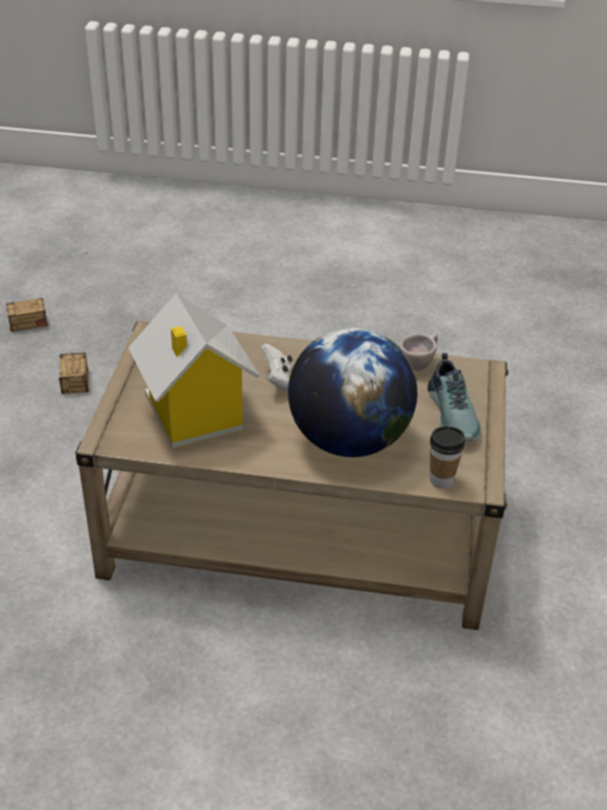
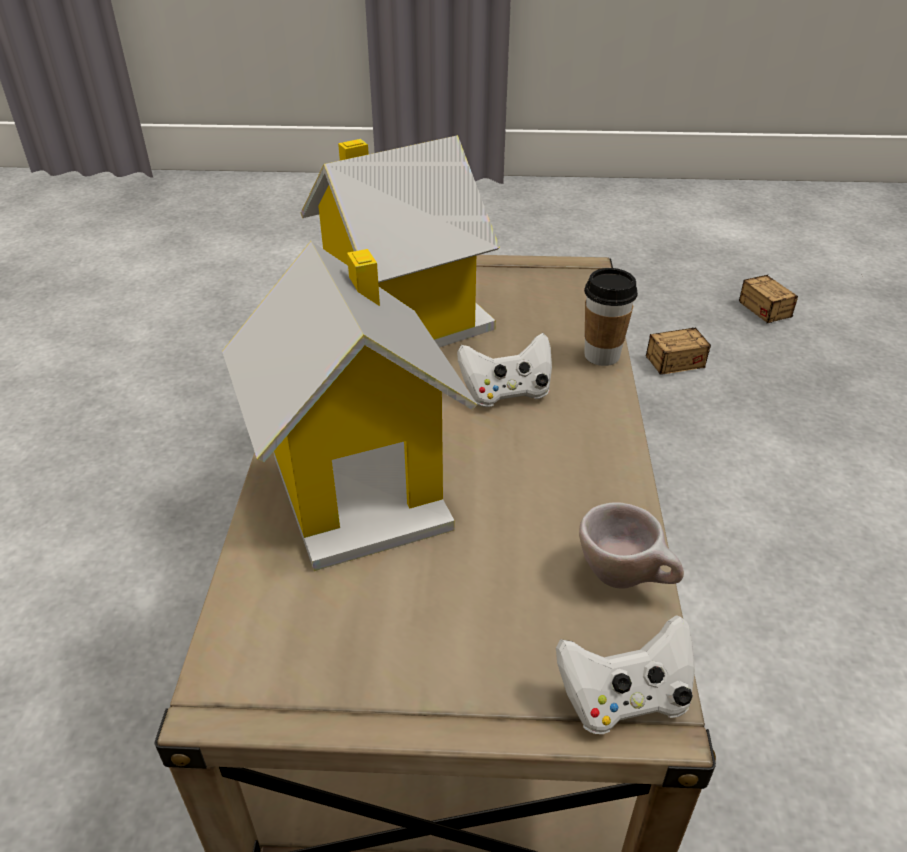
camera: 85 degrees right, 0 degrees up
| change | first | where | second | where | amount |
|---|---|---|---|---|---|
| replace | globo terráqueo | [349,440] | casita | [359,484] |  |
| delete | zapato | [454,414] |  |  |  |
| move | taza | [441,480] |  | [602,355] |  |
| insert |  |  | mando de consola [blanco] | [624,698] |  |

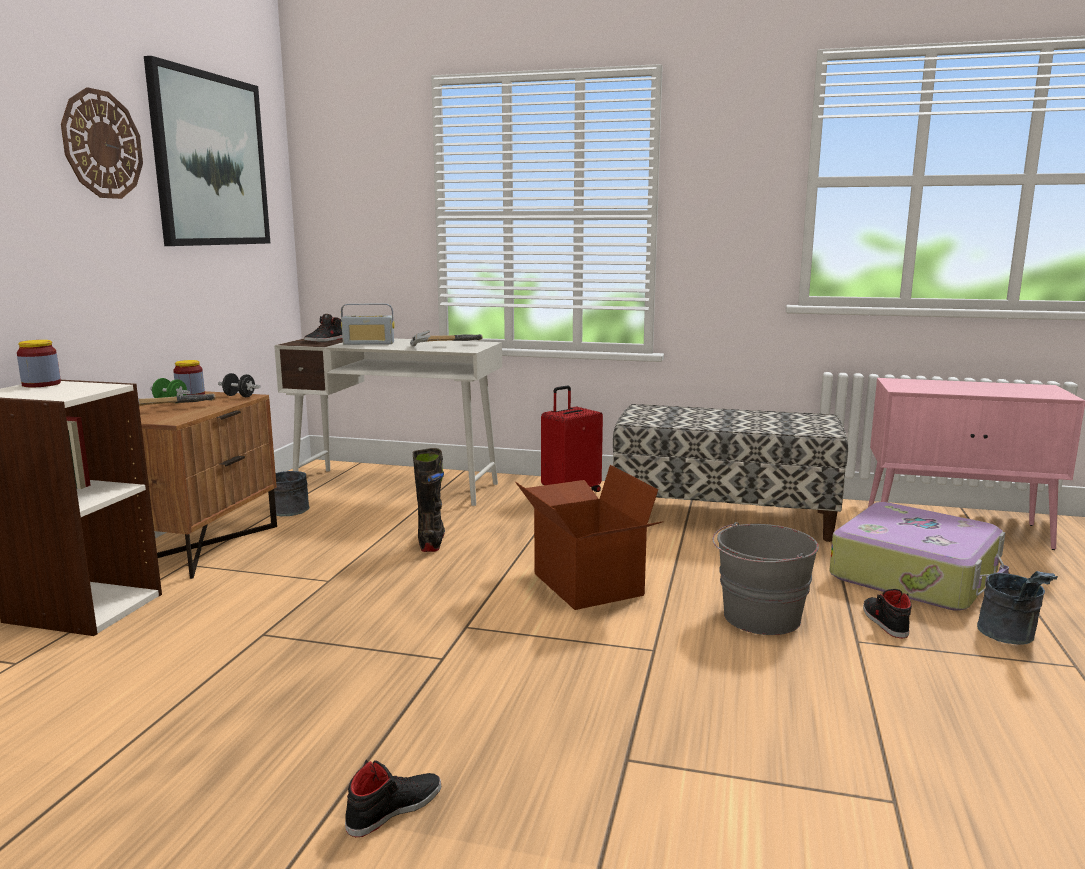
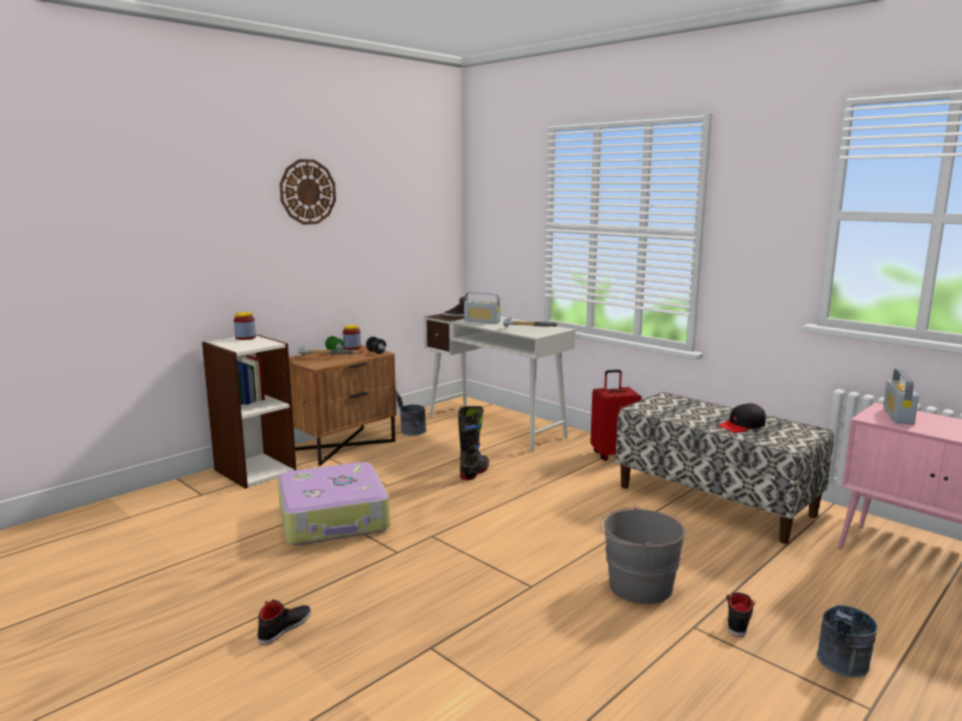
camera: 30 degrees right, 0 degrees up
| change | first | where | second | where | amount |
|---|---|---|---|---|---|
| delete | cuadro | [210,160] |  |  |  |
| rotate | zapato [negro] | [394,808] |  | [284,627] | 45 degrees counterclockwise |
| delete | caja de cartón | [585,584] |  |  |  |
| move | maleta | [916,575] |  | [334,518] |  |
| insert |  |  | gorra [negro] | [742,426] |  |
| insert |  |  | radio | [898,415] |  |

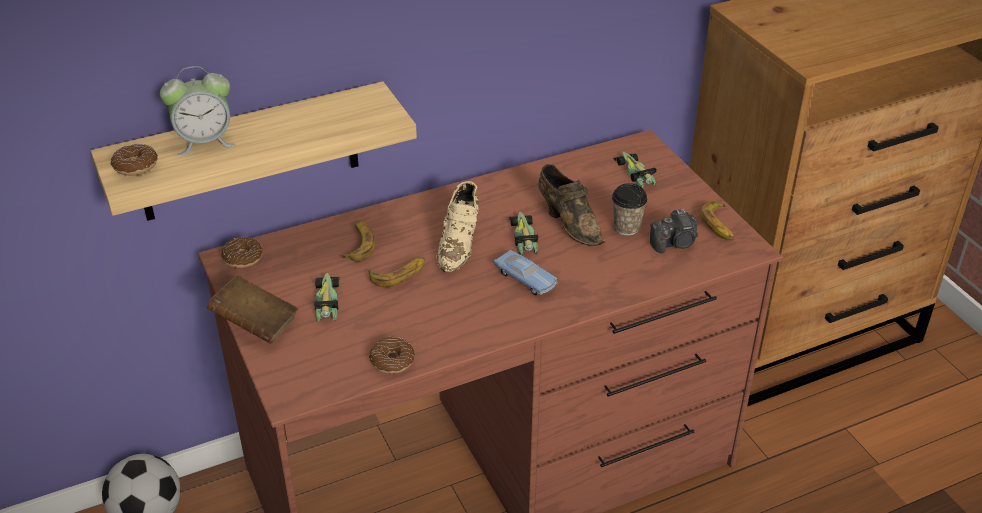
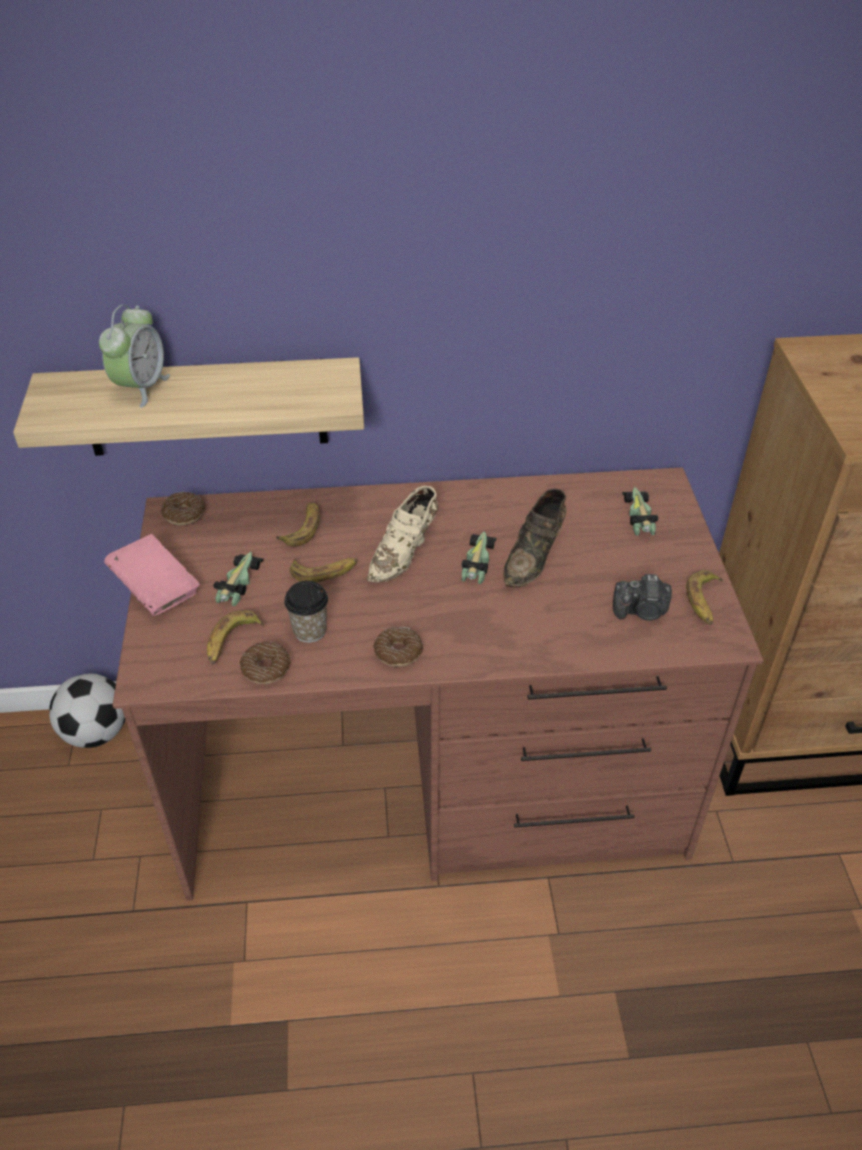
camera: 20 degrees right, 5 degrees up
| change | first | where | second | where | amount |
|---|---|---|---|---|---|
| move | rosquilla | [136,166] |  | [398,652] |  |
| rotate | despertador | [205,142] |  | [141,388] | 75 degrees counterclockwise |
| recolor | libro [marrón] | [255,324] | libro [rosa] | [156,590] |  |
| delete | coche de juguete [azul] | [525,279] |  |  |  |
| rotate | zapato [marrón] | [569,222] |  | [535,556] | 45 degrees clockwise |
| move | taza | [626,227] |  | [310,631] |  |
| insert |  |  | plátano | [232,642] |  |

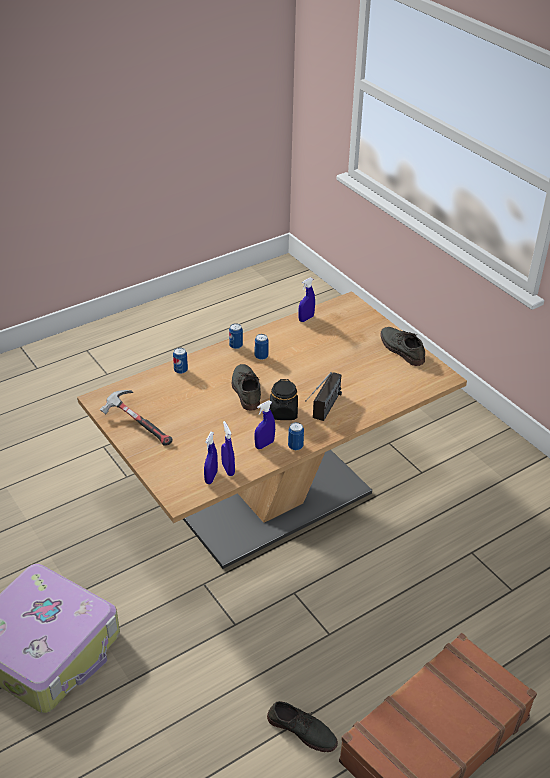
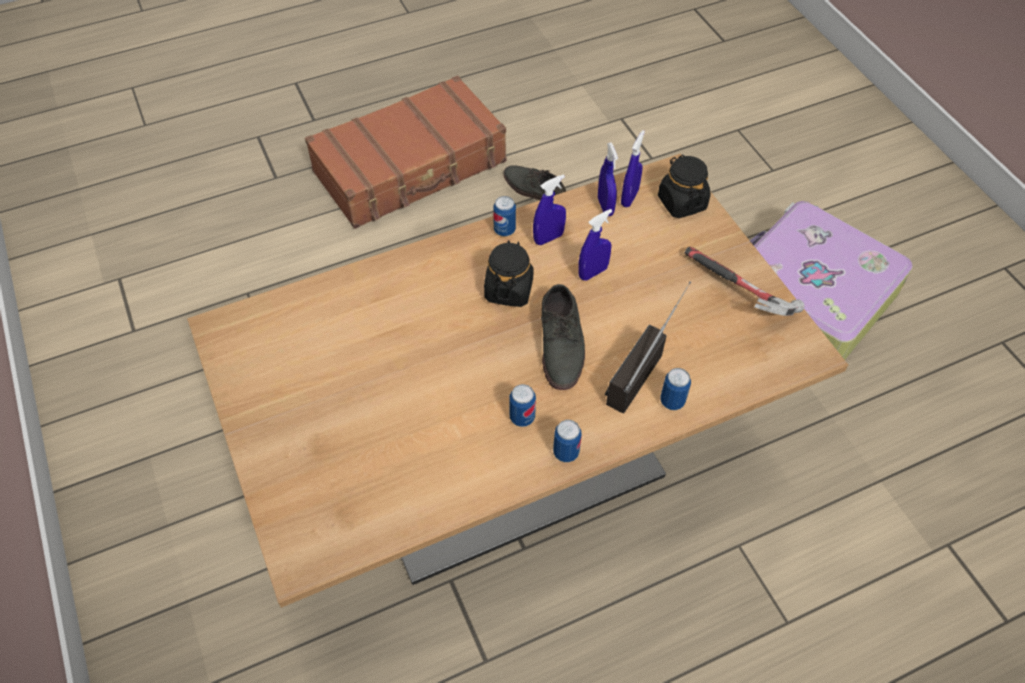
camera: 170 degrees left, 15 degrees up
| change | first | where | second | where | amount |
|---|---|---|---|---|---|
| move | pulverizador [azul] | [306,318] |  | [593,272] |  |
| move | radio | [323,413] |  | [642,363] |  |
| delete | zapato [gris] | [401,349] |  |  |  |
| insert |  |  | tarro [negro] | [681,202] |  |

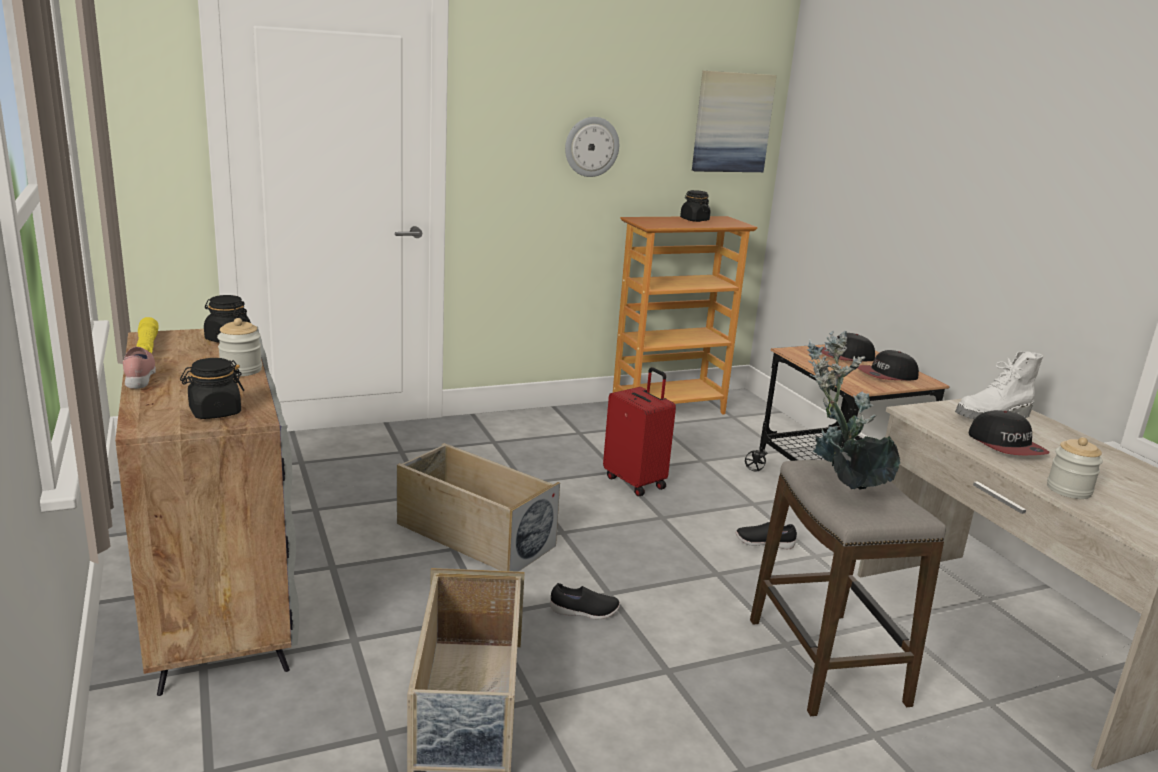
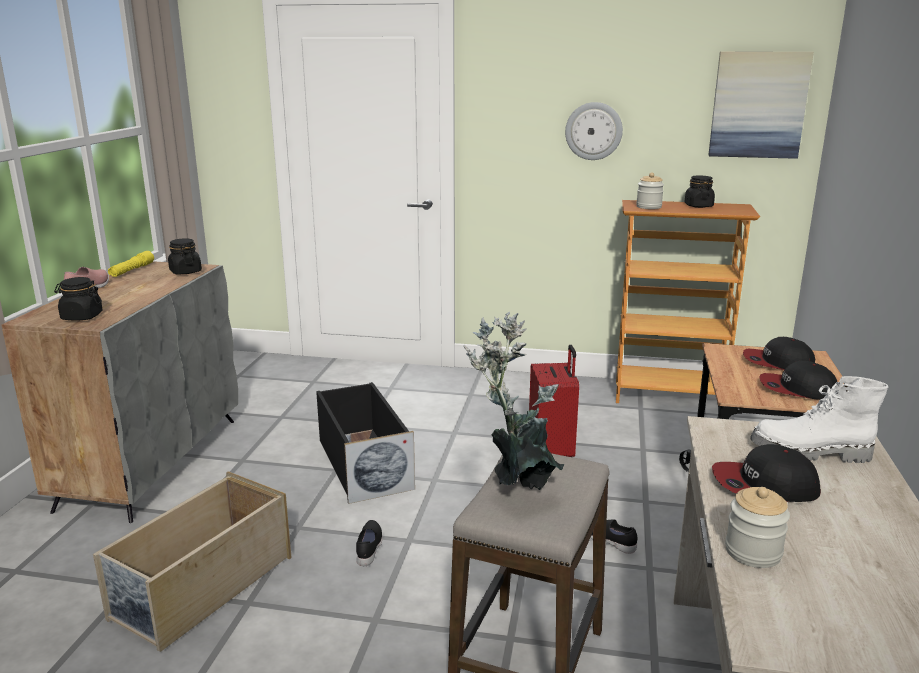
camera: 35 degrees right, 0 degrees up
| change | first | where | second | where | amount |
|---|---|---|---|---|---|
| move | tarro | [241,370] |  | [648,207] |  |
| recolor | caja de almacenaje [beis] | [473,535] | caja de almacenaje [negro] | [363,464] |  |
| rotate | zapato [negro] | [584,612] |  | [369,549] | 120 degrees counterclockwise |
| rotate | gorra | [1006,446] |  | [764,486] | 75 degrees clockwise |

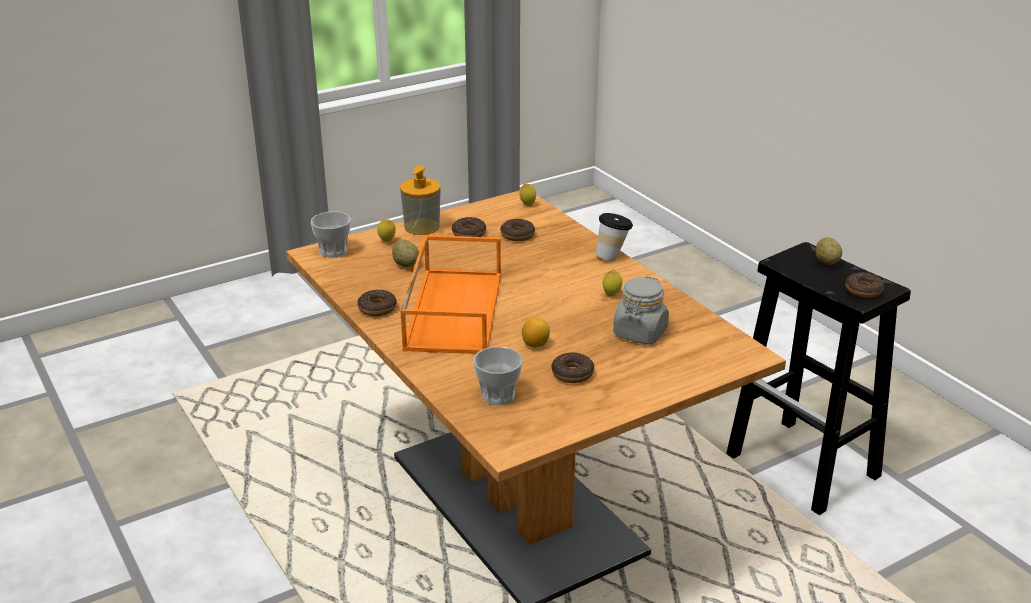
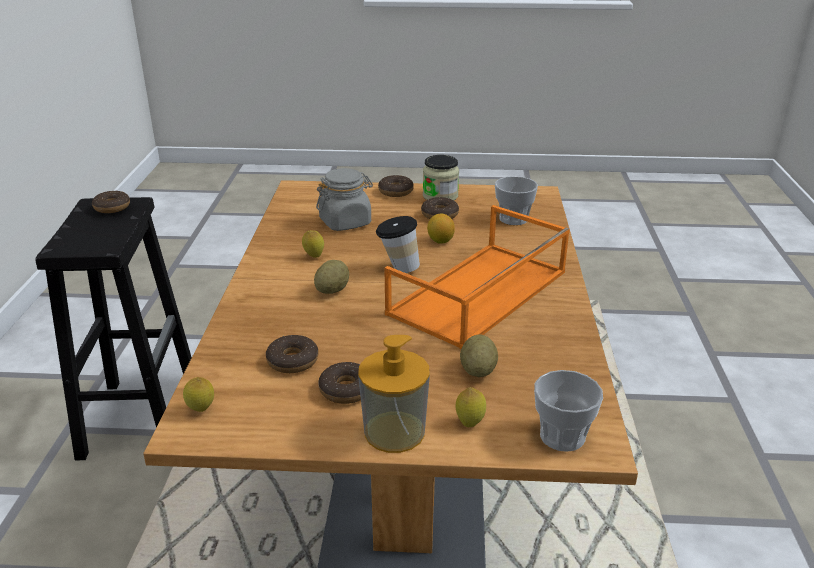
camera: 145 degrees left, 0 degrees up
| change | first | where | second | where | amount |
|---|---|---|---|---|---|
| move | rosquilla | [377,308] |  | [395,191] |  |
| move | taza | [613,256] |  | [398,269] |  |
| move | patata | [826,262] |  | [332,290] |  |
| insert |  |  | tarro | [440,196] |  |

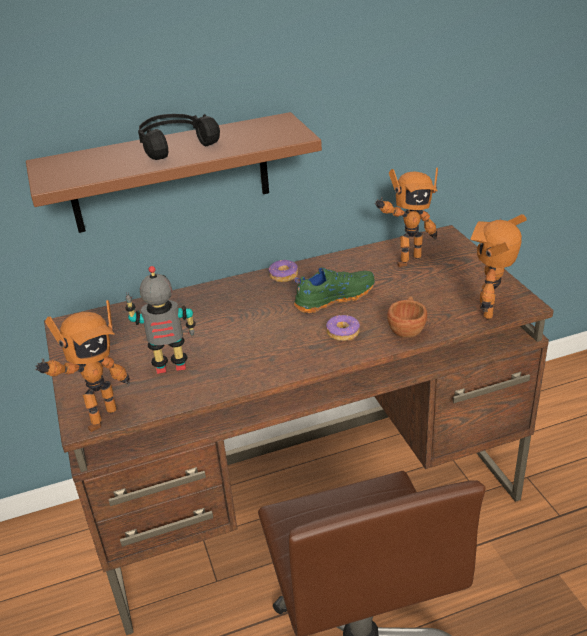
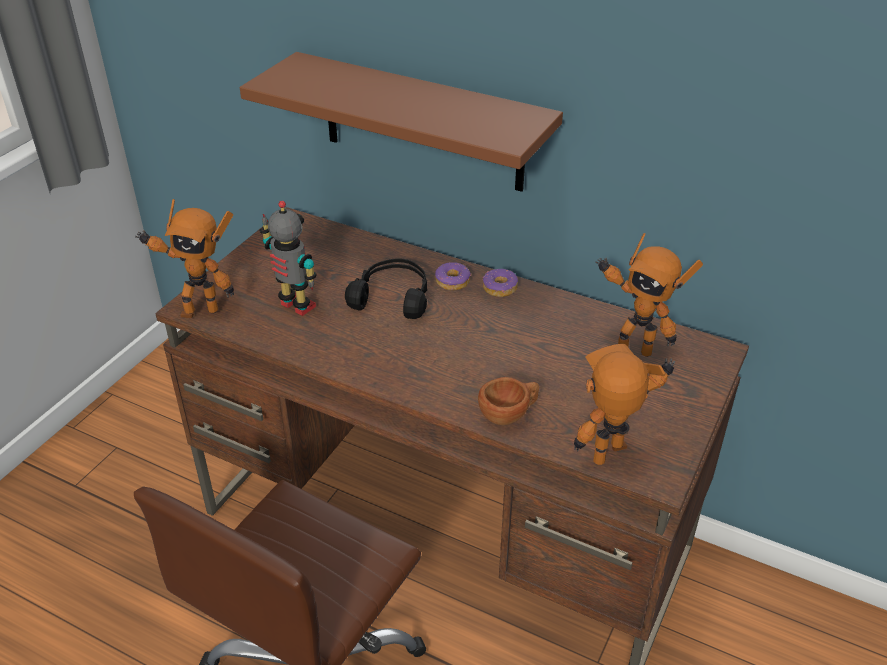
camera: 45 degrees right, 5 degrees up
| change | first | where | second | where | amount |
|---|---|---|---|---|---|
| move | auriculares [negro] | [174,145] |  | [393,297] |  |
| delete | zapato [verde] | [334,298] |  |  |  |
| move | rosquilla | [343,333] |  | [453,282] |  |

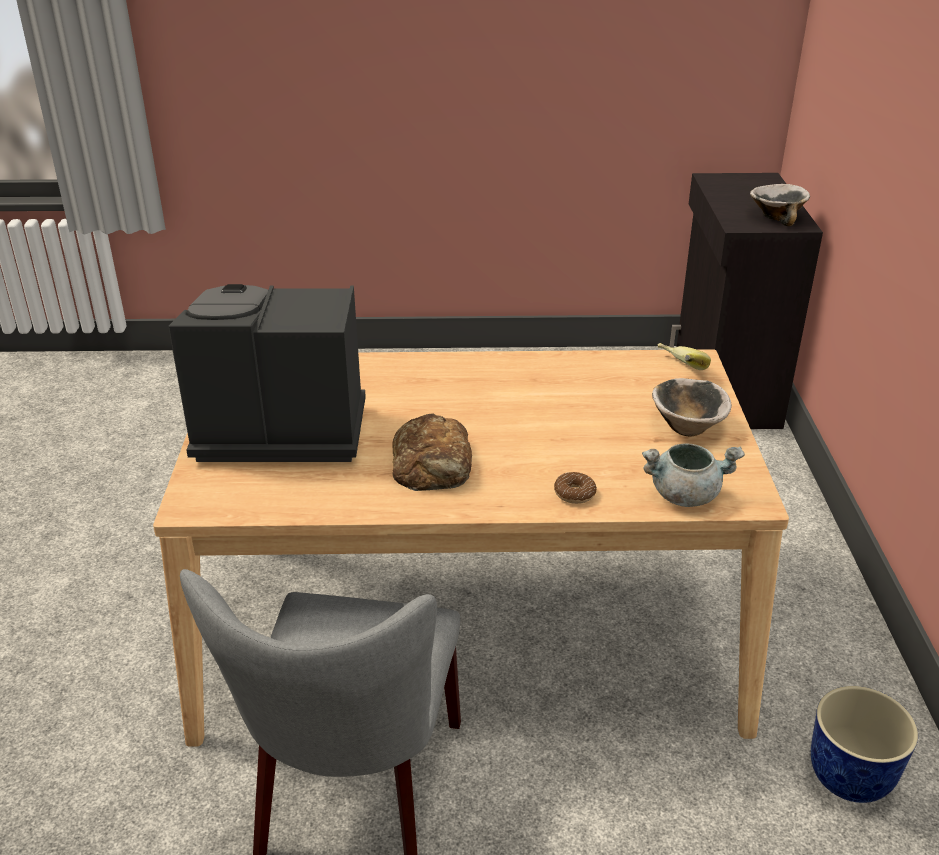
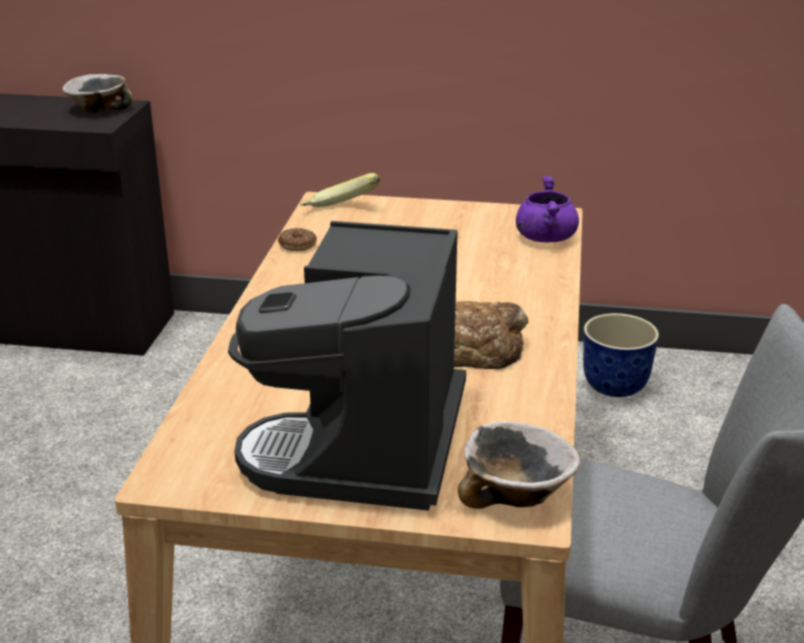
camera: 80 degrees left, 5 degrees down
| change | first | where | second | where | amount |
|---|---|---|---|---|---|
| move | rosquilla | [574,493] |  | [297,245] |  |
| recolor | olla [gris] | [685,494] | olla [morado] | [545,237] |  |
| move | cuenco | [687,426] |  | [517,493] |  |

